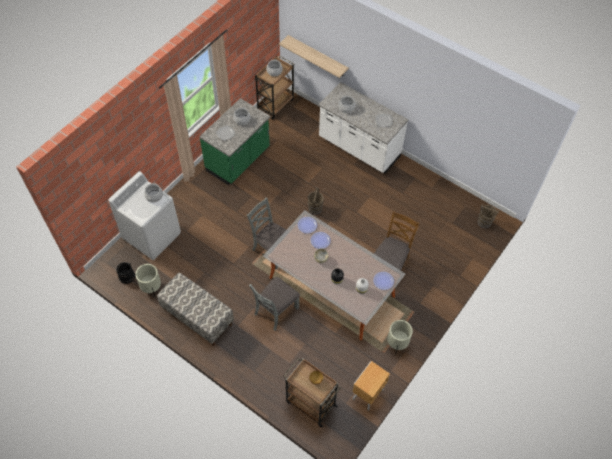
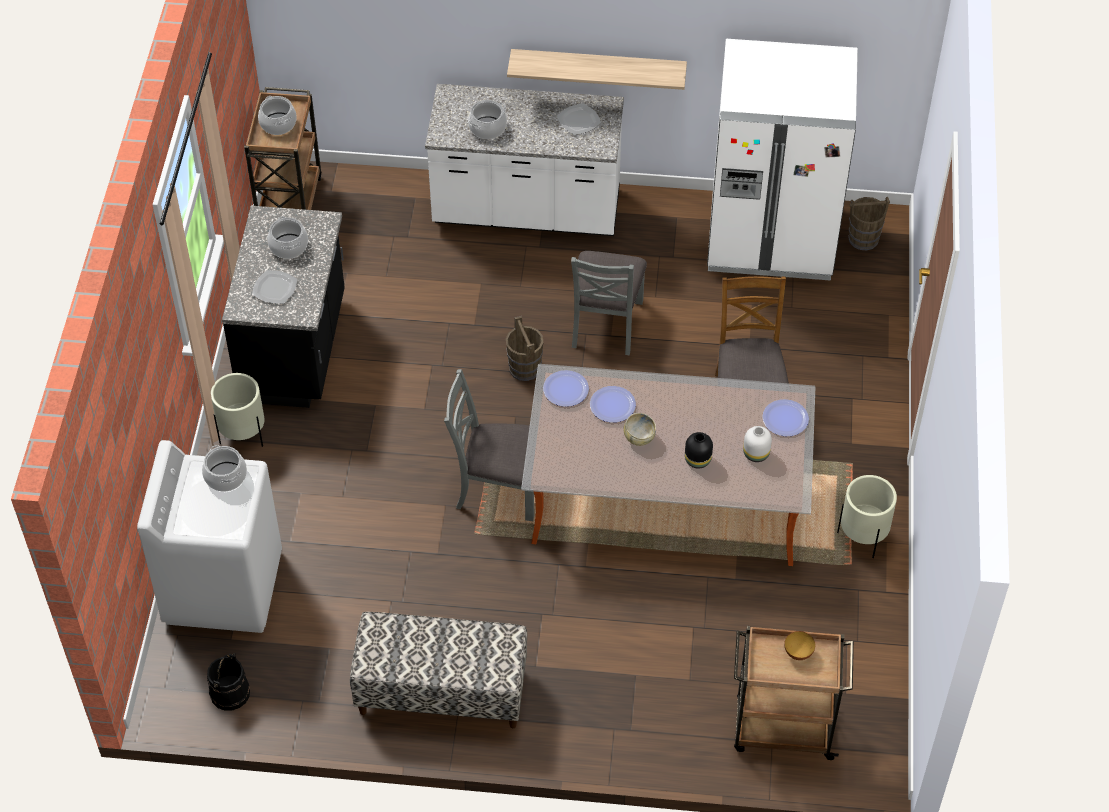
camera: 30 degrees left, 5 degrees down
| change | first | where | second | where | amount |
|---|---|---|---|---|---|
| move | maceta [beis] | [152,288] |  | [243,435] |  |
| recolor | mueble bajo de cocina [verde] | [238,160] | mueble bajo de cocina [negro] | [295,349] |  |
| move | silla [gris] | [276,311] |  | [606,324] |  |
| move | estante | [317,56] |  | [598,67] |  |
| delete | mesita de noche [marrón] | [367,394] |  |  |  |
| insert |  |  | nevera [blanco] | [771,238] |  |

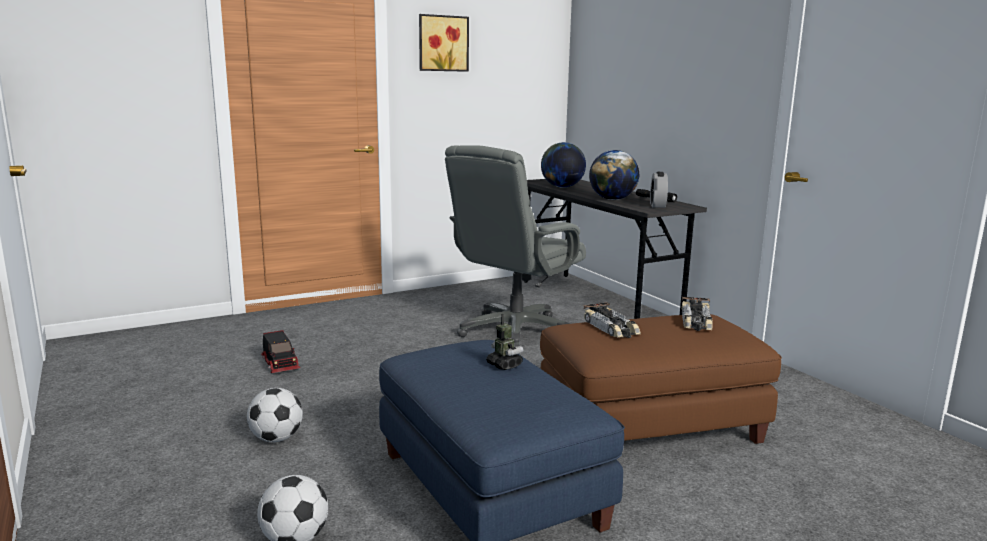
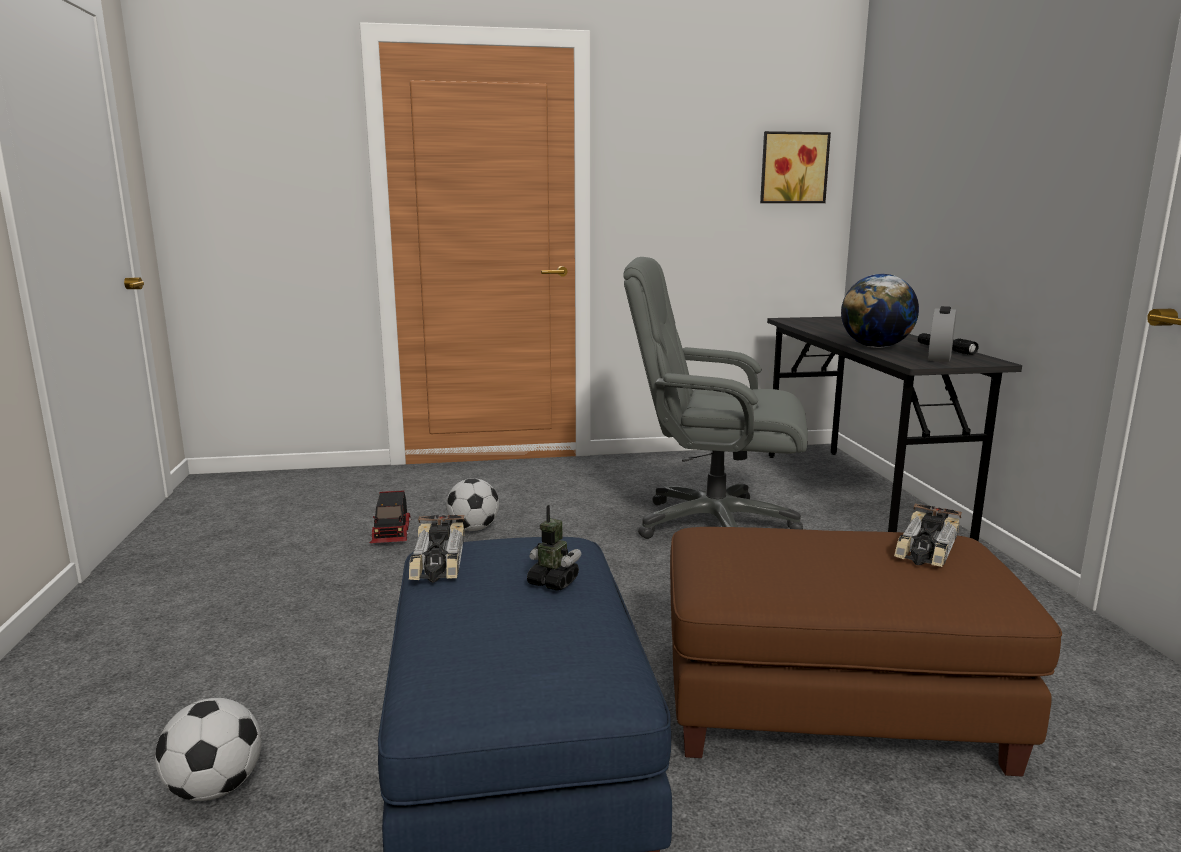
camera: 20 degrees right, 0 degrees up
| change | first | where | second | where | amount |
|---|---|---|---|---|---|
| move | balón de fútbol | [276,438] |  | [473,529] |  |
| move | cuadro | [442,43] |  | [793,168] |  |
| rotate | silla de oficina [gris] | [515,332] |  | [713,525] | 45 degrees clockwise |
| rotate | robot de juguete | [504,365] |  | [553,582] | 45 degrees counterclockwise |
| delete | globo terráqueo | [562,187] |  |  |  |
| move | coche de juguete | [611,328] |  | [438,560] |  |

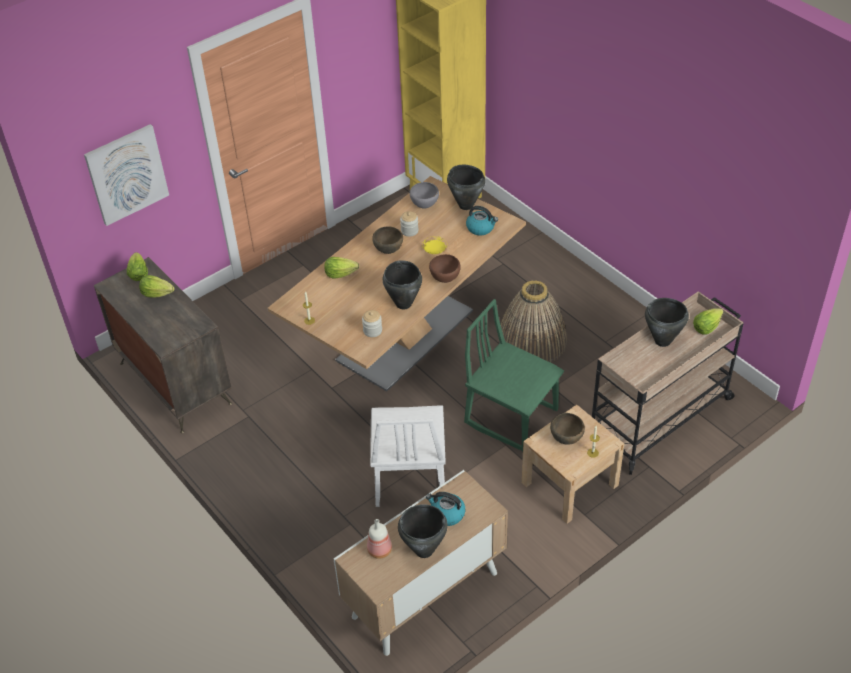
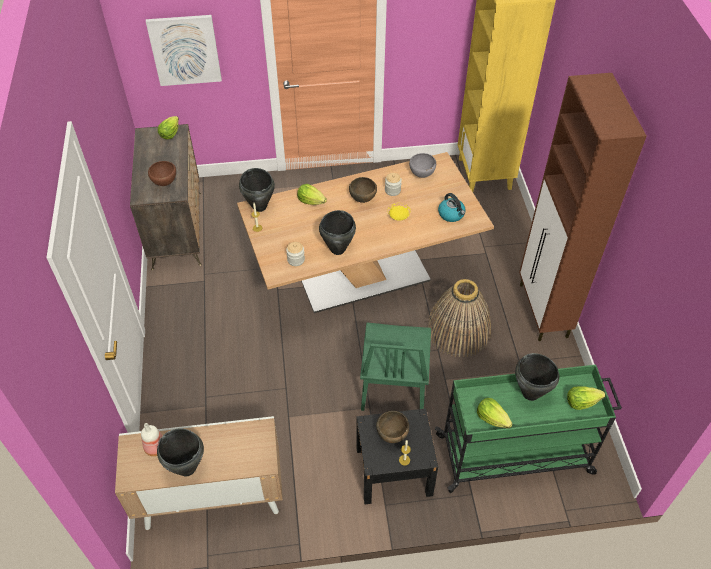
camera: 30 degrees right, 5 degrees up
| change | first | where | second | where | amount |
|---|---|---|---|---|---|
| move | lechuga | [157,293] |  | [492,418] |  |
| delete | silla [blanco] | [409,477] |  |  |  |
| delete | hervidor | [446,514] |  |  |  |
| move | cuenco [marrón] | [445,279] |  | [165,183] |  |
| move | olla [negro] | [466,205] |  | [259,206] |  |
| rotate | silla [verde] | [512,416] |  | [393,385] | 150 degrees counterclockwise |
| recolor | mesita de noche [beis] | [569,484] | mesita de noche [negro] | [393,471] |  |
| recolor | carrito [beis] | [660,416] | carrito [verde] | [516,454] |  |
| insert |  |  | armario [marrón] | [543,311] |  |

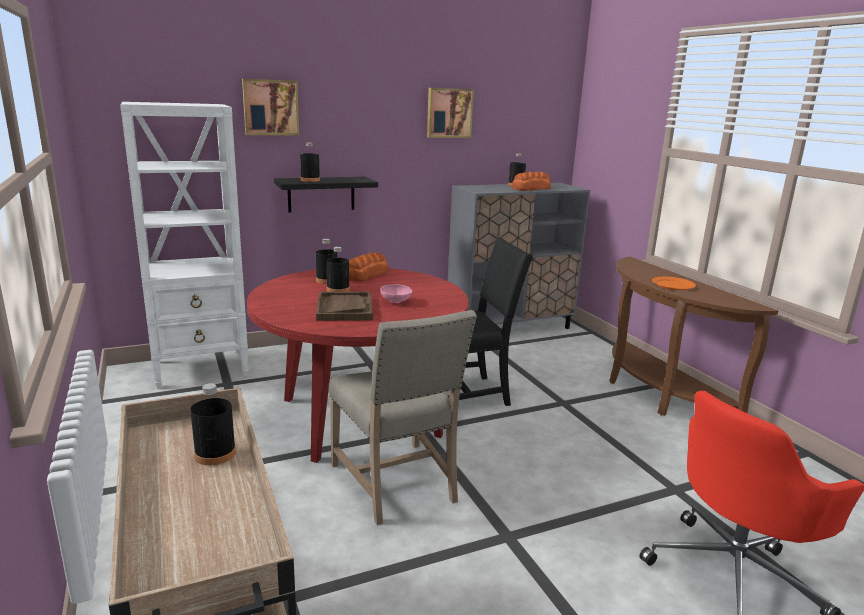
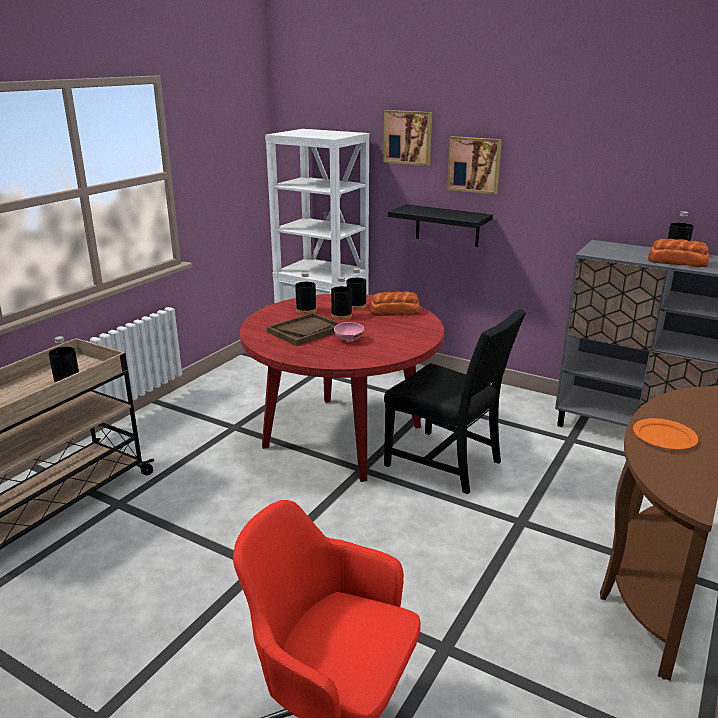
camera: 55 degrees right, 5 degrees up
| change | first | where | second | where | amount |
|---|---|---|---|---|---|
| move | botella [negro] | [310,180] |  | [306,311] |  |
| delete | silla [beis] | [397,484] |  |  |  |
| move | cuadro | [449,113] |  | [474,164] |  |

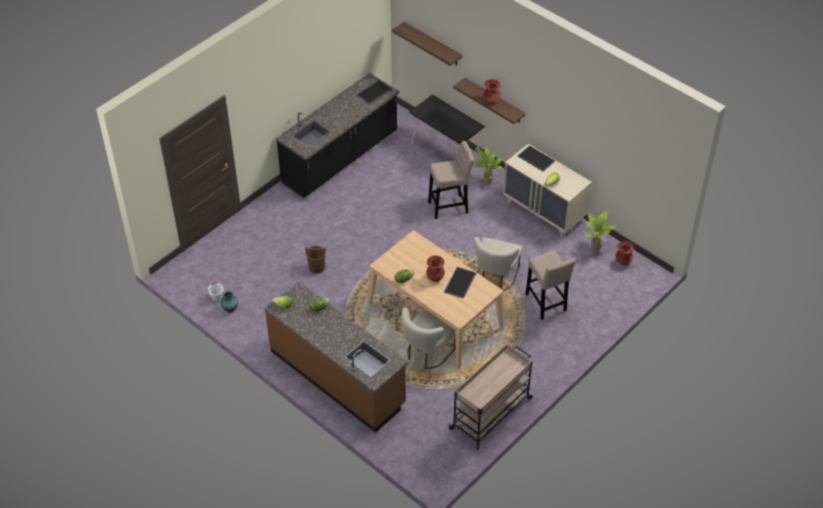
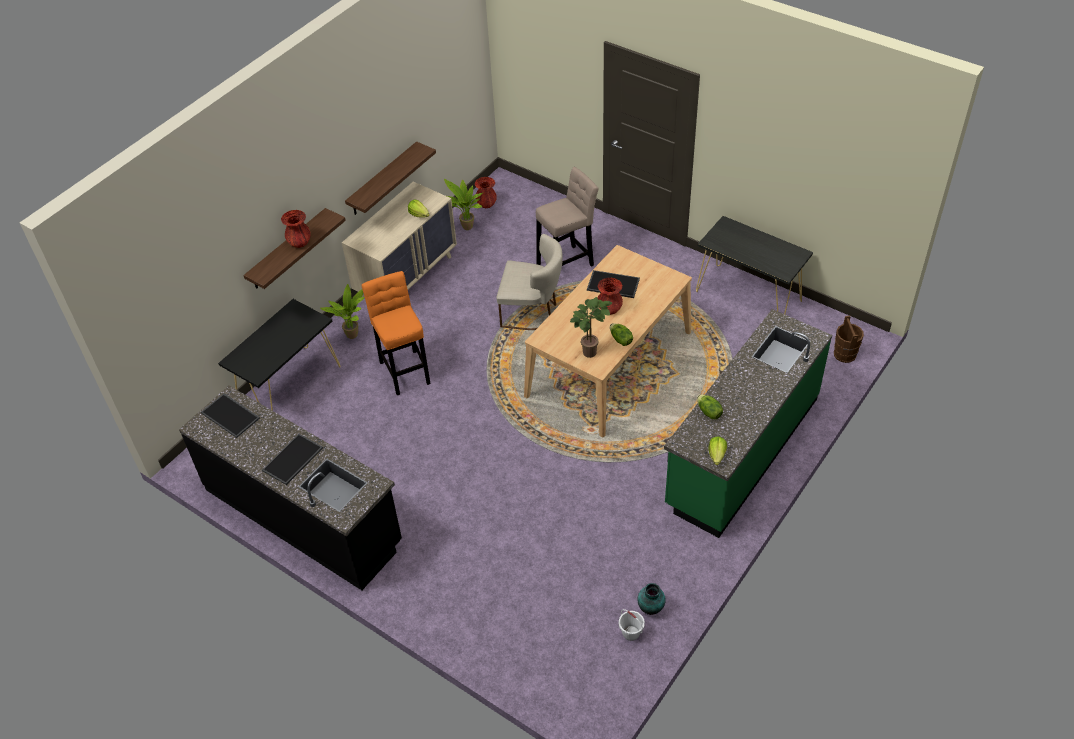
camera: 95 degrees left, 0 degrees up
| change | first | where | second | where | amount |
|---|---|---|---|---|---|
| recolor | mueble bajo de cocina [marrón] | [338,377] | mueble bajo de cocina [verde] | [741,451] |  |
| move | cubo [marrón] | [317,267] |  | [845,354] |  |
| move | estante | [432,44] |  | [383,179] |  |
| delete | silla [beis] | [426,353] |  |  |  |
| recolor | taburete [beis] | [450,207] | taburete [naranja] | [404,370] |  |
| replace | carrito [beis] | [491,413] | mesa consola [negro] | [748,296] |  |
| move | bandeja | [535,159] |  | [293,460] |  |
| insert |  |  | planta en maceta | [590,350] |  |

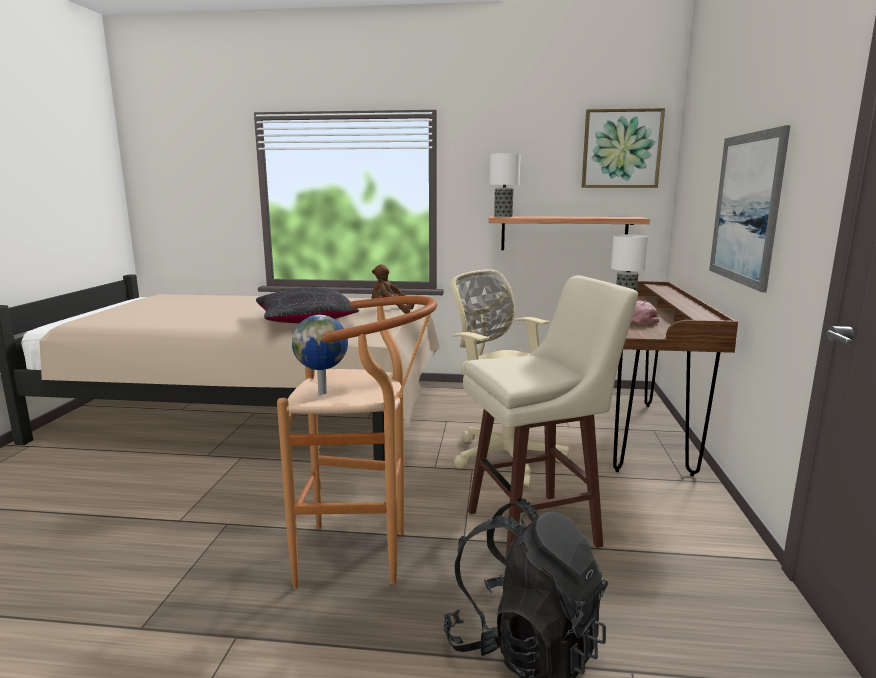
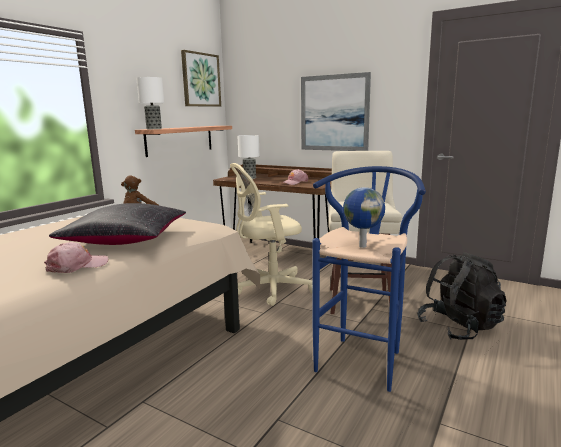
camera: 65 degrees left, 0 degrees up
| change | first | where | second | where | amount |
|---|---|---|---|---|---|
| recolor | taburete [marrón] | [365,556] | taburete [azul] | [363,357] |  |
| insert |  |  | gorra [rosa] | [77,266] |  |

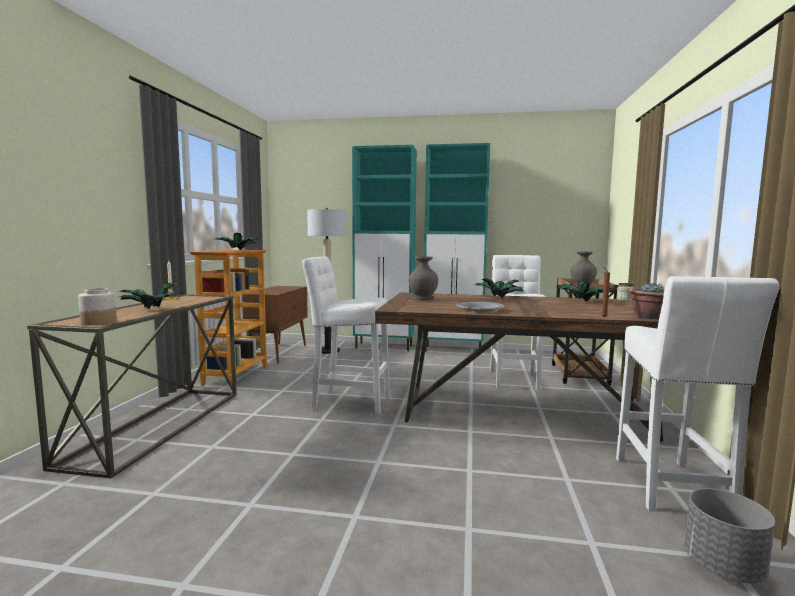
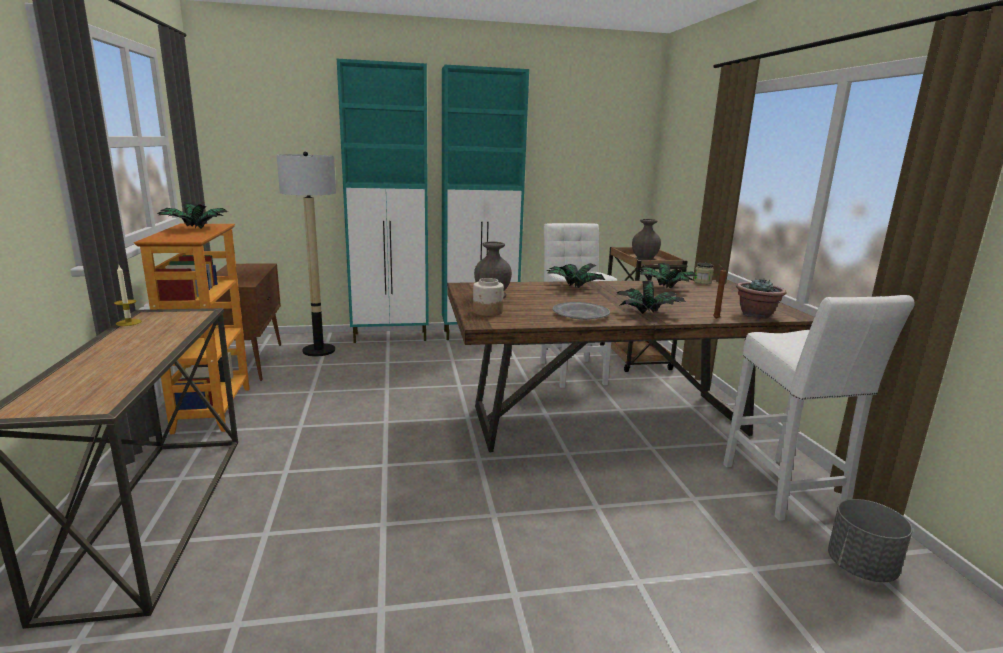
camera: 20 degrees left, 10 degrees up
| change | first | where | second | where | amount |
|---|---|---|---|---|---|
| move | tarro | [98,322] |  | [487,312] |  |
| move | planta en maceta | [152,309] |  | [648,314] |  |
| delete | taburete [blanco] | [347,402] |  |  |  |

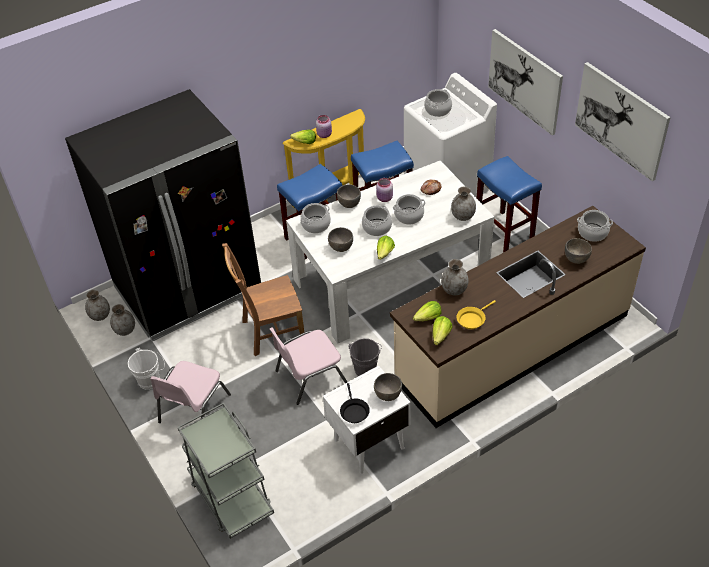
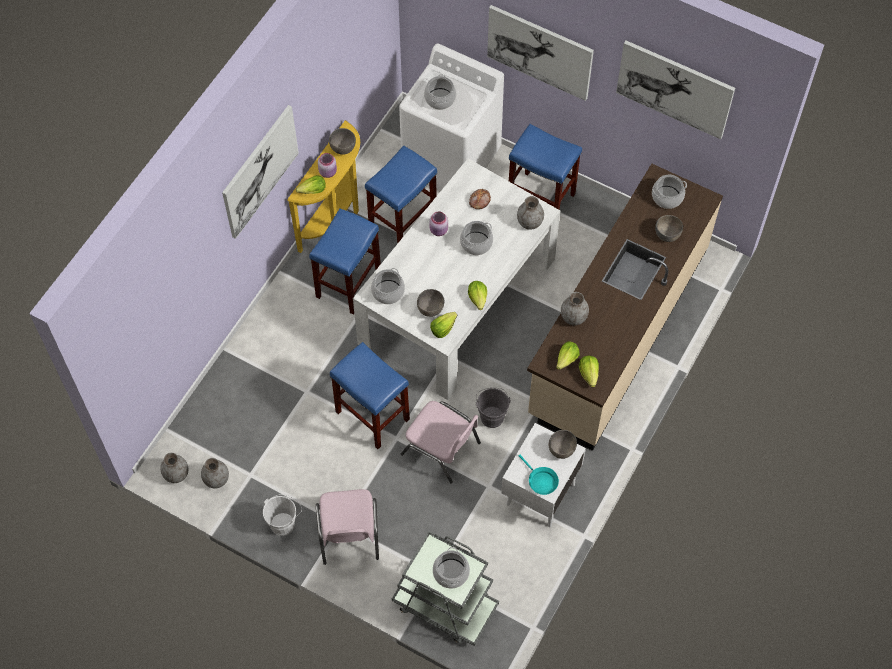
camera: 30 degrees left, 15 degrees up
| change | first | where | second | where | amount |
|---|---|---|---|---|---|
| delete | nevera [negro] | [188,289] |  |  |  |
| replace | silla [marrón] | [270,331] | taburete [azul] | [371,415] |  |
| rotate | silla [rosa] | [309,376] |  | [442,449] | 90 degrees counterclockwise |
| move | cuenco [gris] | [349,204] |  | [342,148] |  |
| recolor | sartén [negro] | [354,411] | sartén [turquesa] | [541,481] |  |
| move | olla | [377,227] |  | [451,573] |  |
| delete | sartén [amarillo] | [472,319] |  |  |  |
| insert |  |  | cuadro | [260,171] |  |
| insert |  |  | lechuga | [443,328] |  |

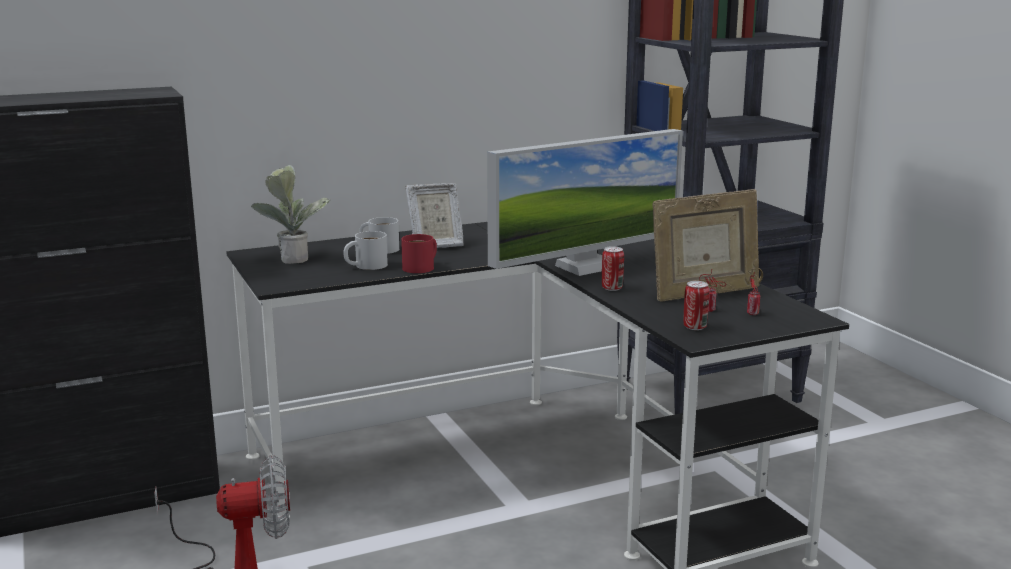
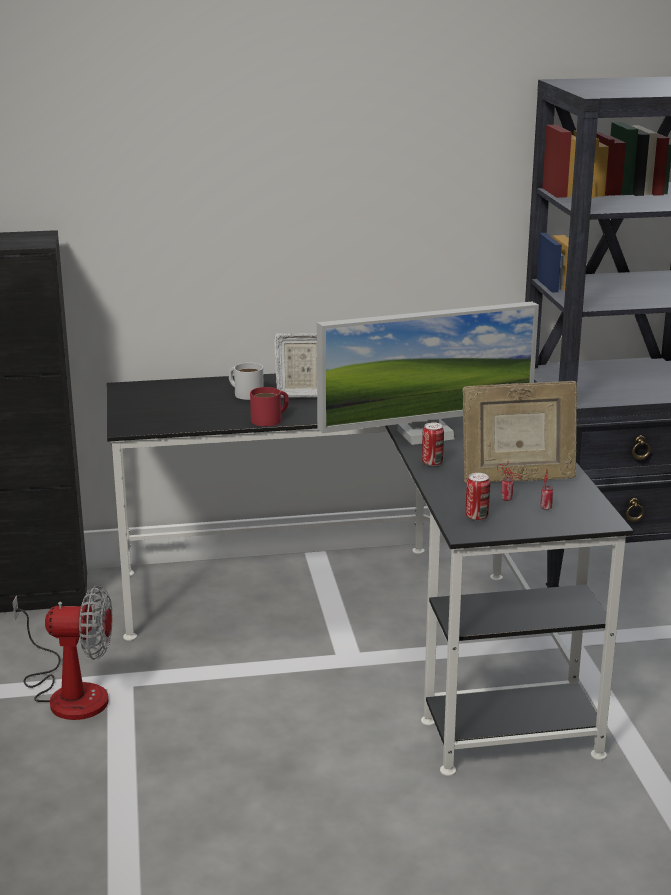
camera: 15 degrees right, 5 degrees up
| change | first | where | second | where | amount |
|---|---|---|---|---|---|
| delete | planta en maceta | [292,258] |  |  |  |
| delete | taza grande [blanco] | [365,266] |  |  |  |

